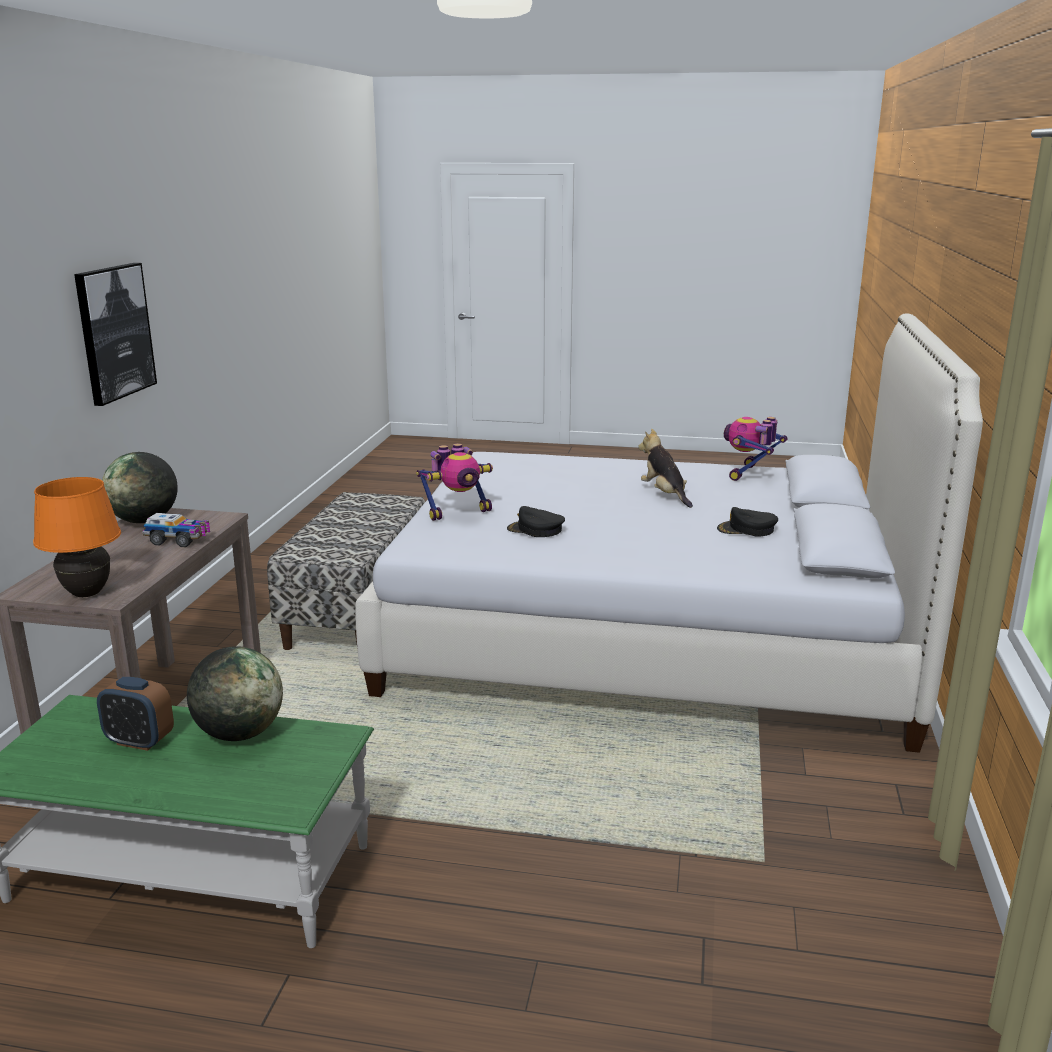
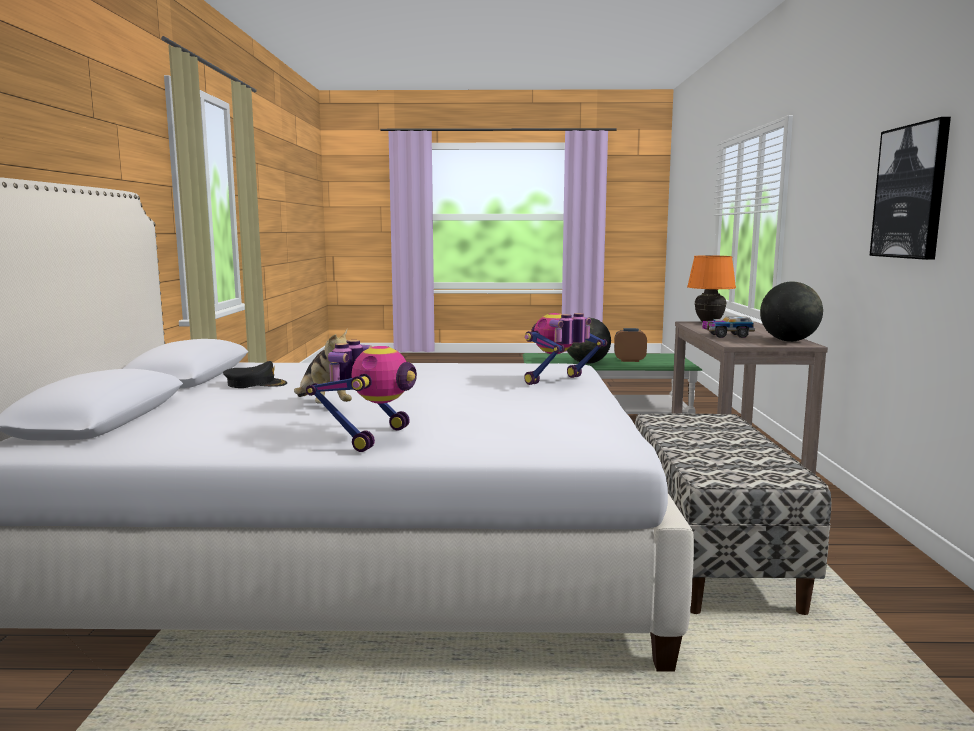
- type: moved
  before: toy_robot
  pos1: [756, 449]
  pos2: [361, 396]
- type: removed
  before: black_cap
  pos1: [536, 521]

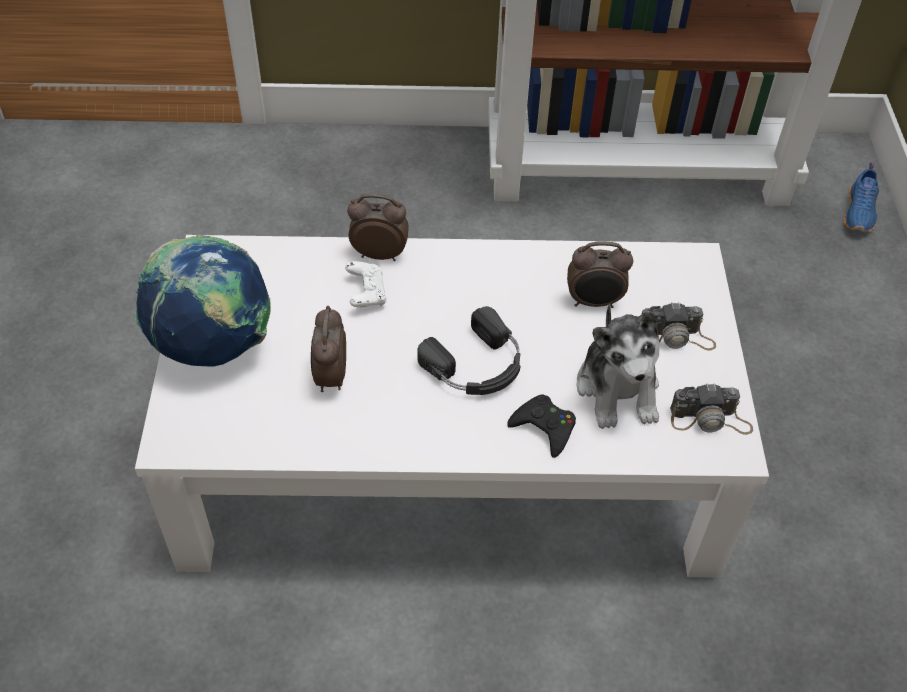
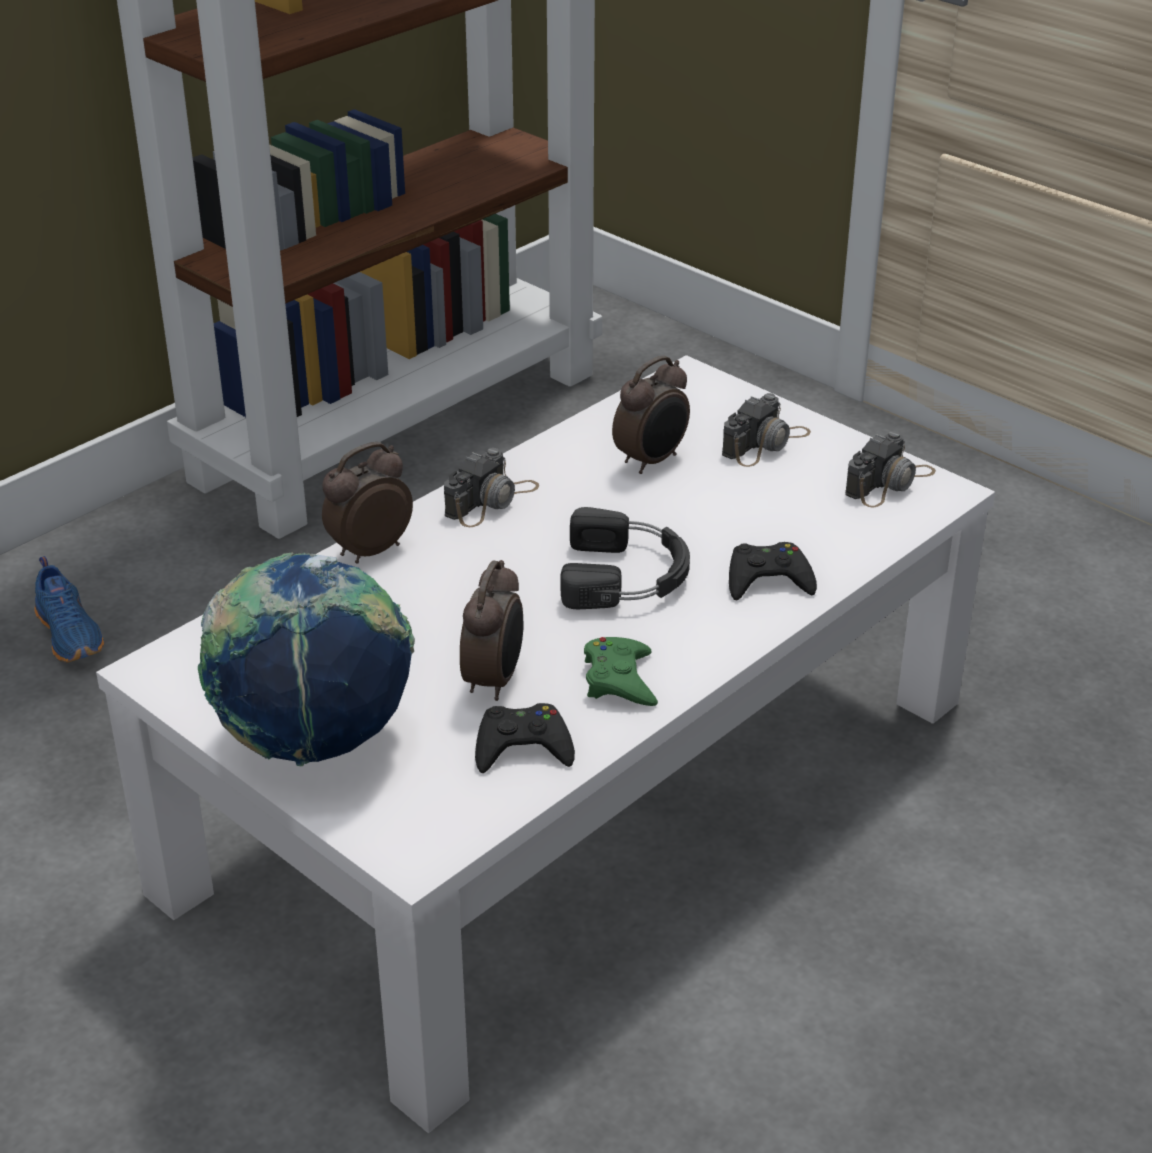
- type: moved
  before: blue_shoe
  pos1: [861, 197]
  pos2: [69, 609]
- type: removed
  before: white_game_controller
  pos1: [366, 284]
- type: removed
  before: plush_toy
  pos1: [618, 366]
- type: turned
  before: alarm_clock
  pos1: [328, 349]
  pos2: [491, 630]
  turn: -120
- type: added
  after: photo_camera
  pos2: [491, 487]
- type: added
  after: green_game_controller
  pos2: [621, 671]
- type: added
  after: black_game_controller
  pos2: [525, 738]

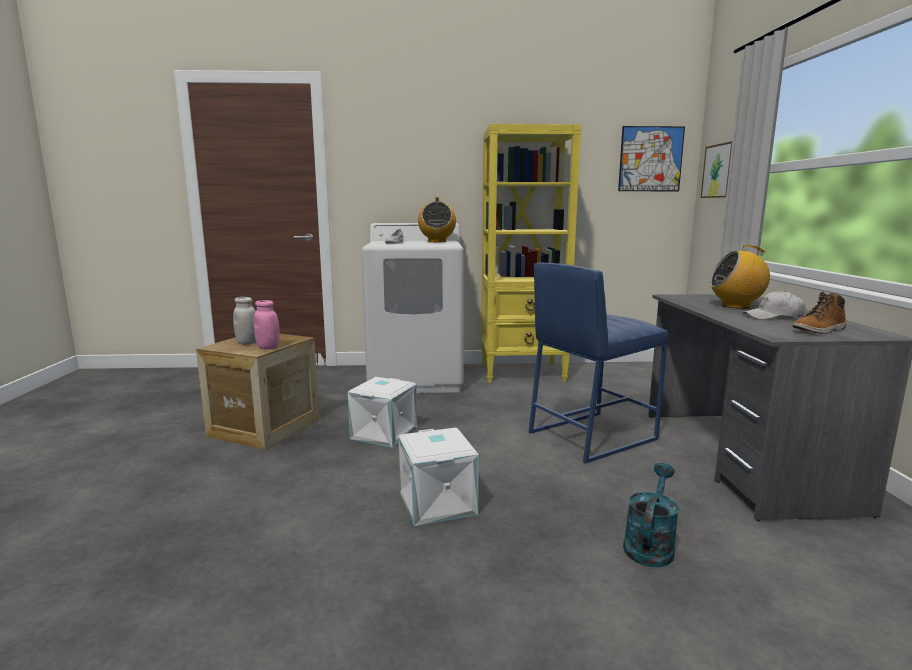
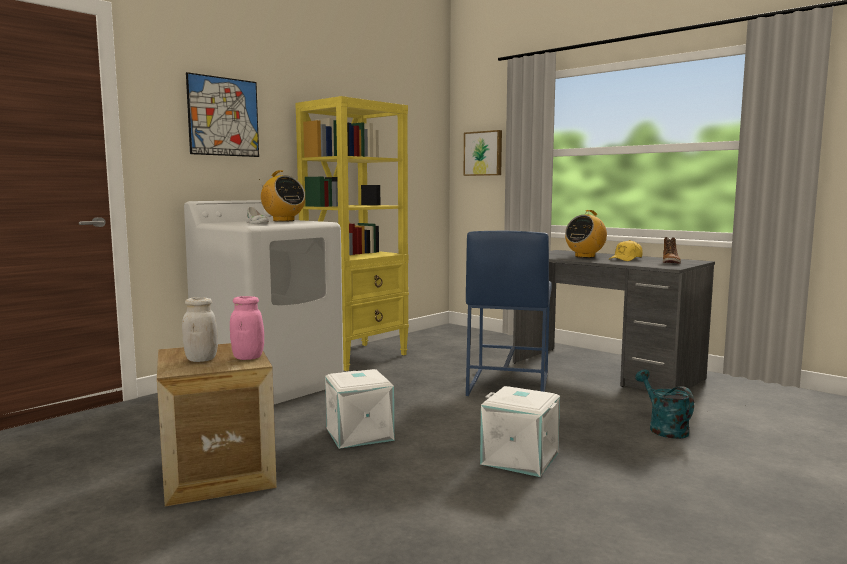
- type: moved
  before: picture
  pos1: [651, 158]
  pos2: [222, 114]
- type: recoloured
  before: white_cap
  after: yellow_cap
  pos1: [774, 304]
  pos2: [625, 250]

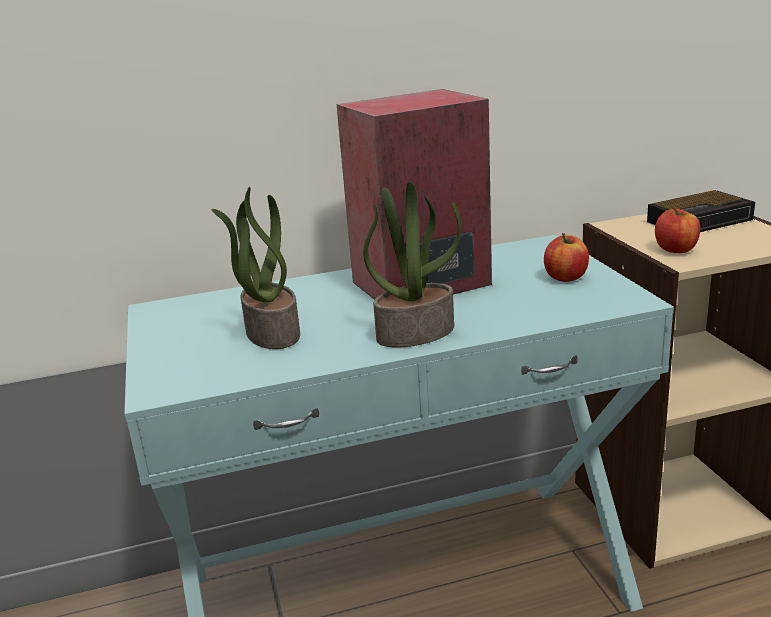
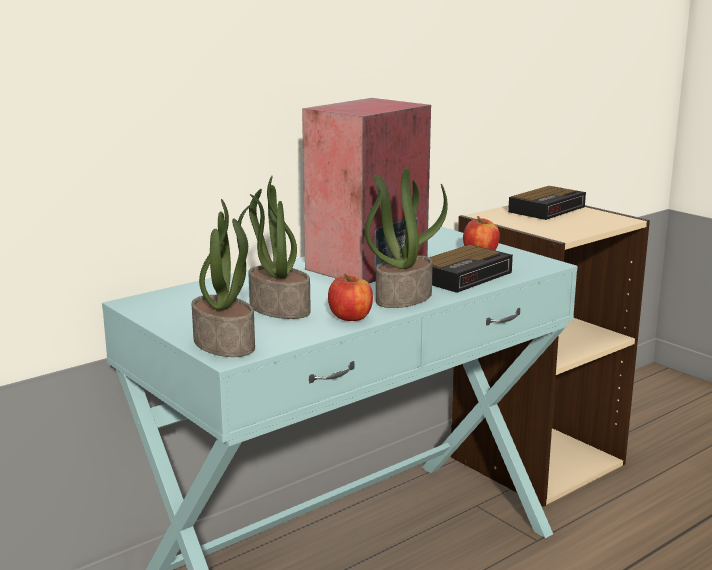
- type: moved
  before: apple
  pos1: [677, 230]
  pos2: [350, 297]
- type: added
  after: potted_plant
  pos2: [223, 278]
- type: added
  after: alarm_clock
  pos2: [471, 268]

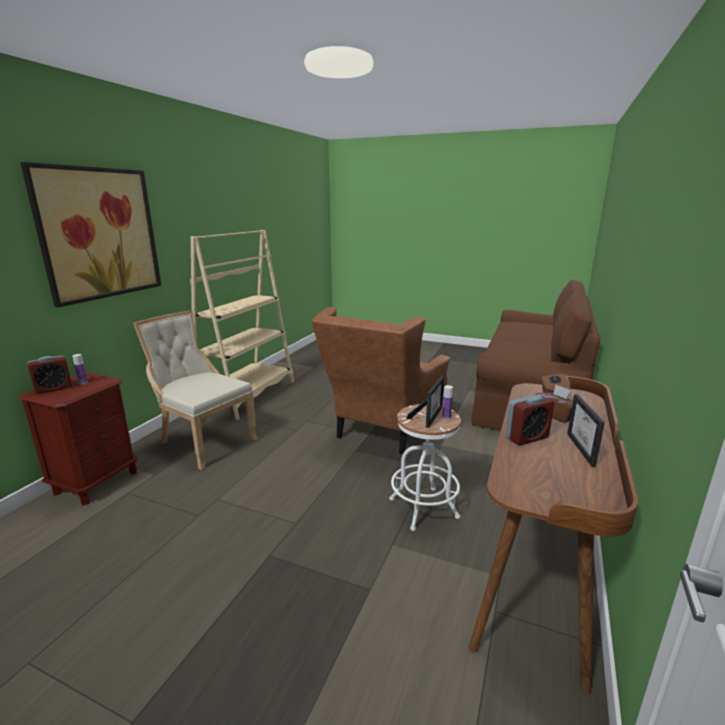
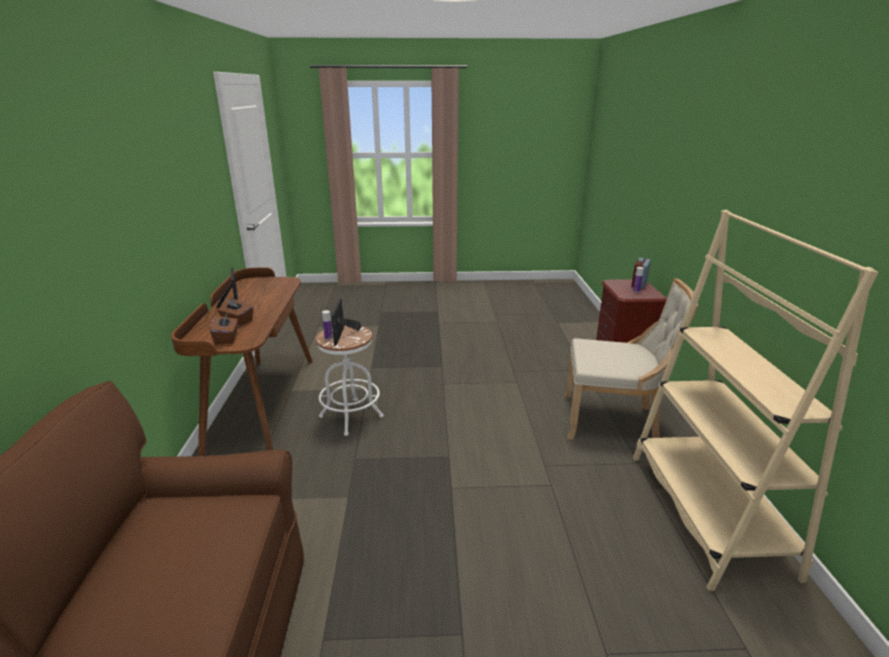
- type: removed
  before: picture
  pos1: [90, 234]
- type: removed
  before: brown_armchair
  pos1: [381, 380]
- type: removed
  before: alarm_clock
  pos1: [529, 420]

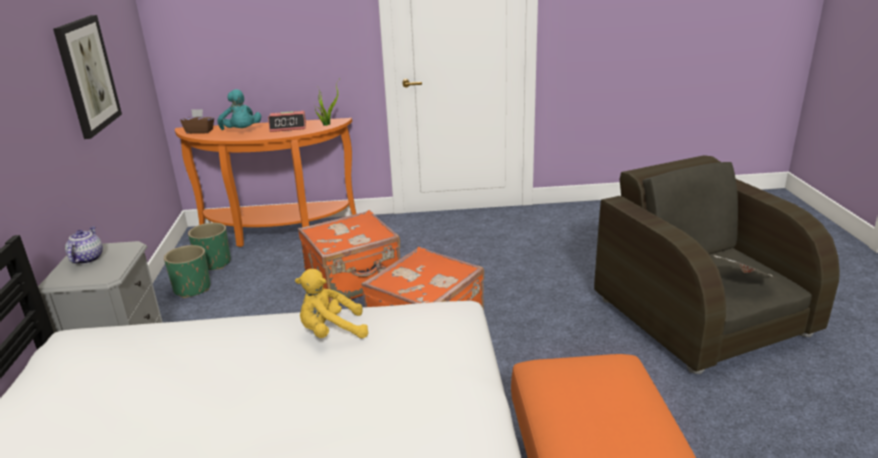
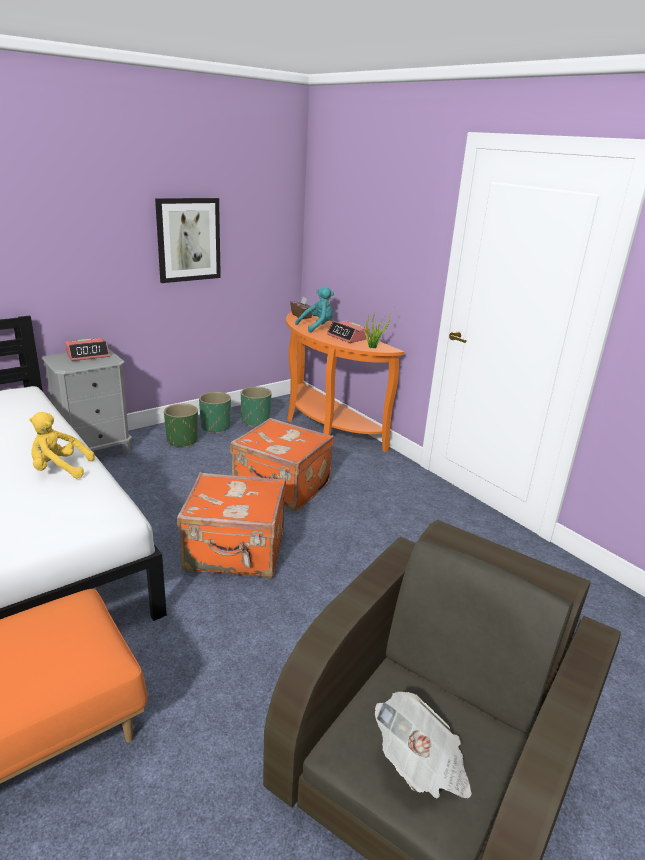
- type: turned
  before: turquoise_plush_toy
  pos1: [239, 109]
  pos2: [314, 309]
  turn: -150
- type: replaced
  before: teapot
  after: alarm_clock
  pos1: [84, 245]
  pos2: [87, 349]
- type: turned
  before: yellow_plush_toy
  pos1: [331, 303]
  pos2: [62, 445]
  turn: -45
- type: added
  after: green_planter
  pos2: [181, 426]

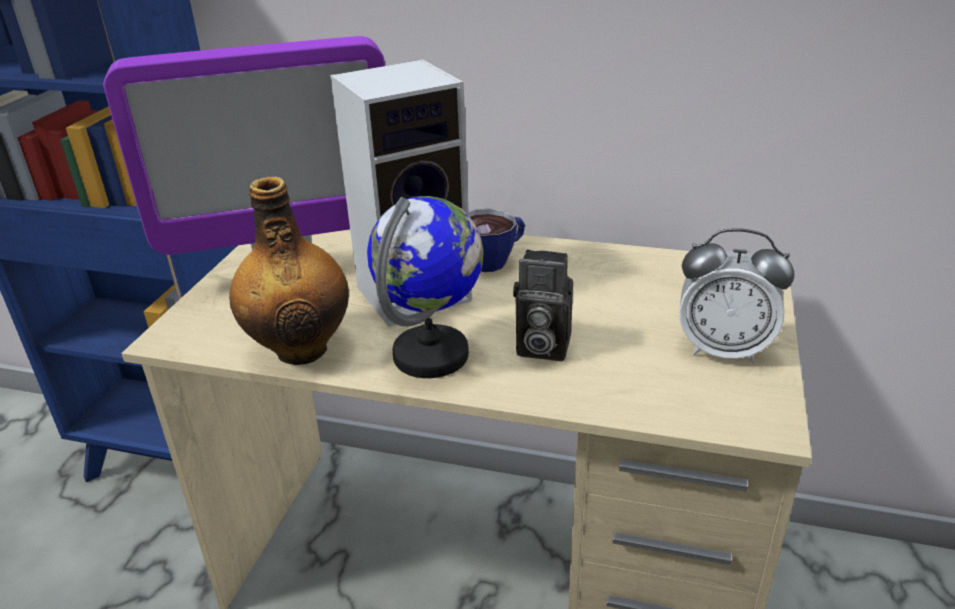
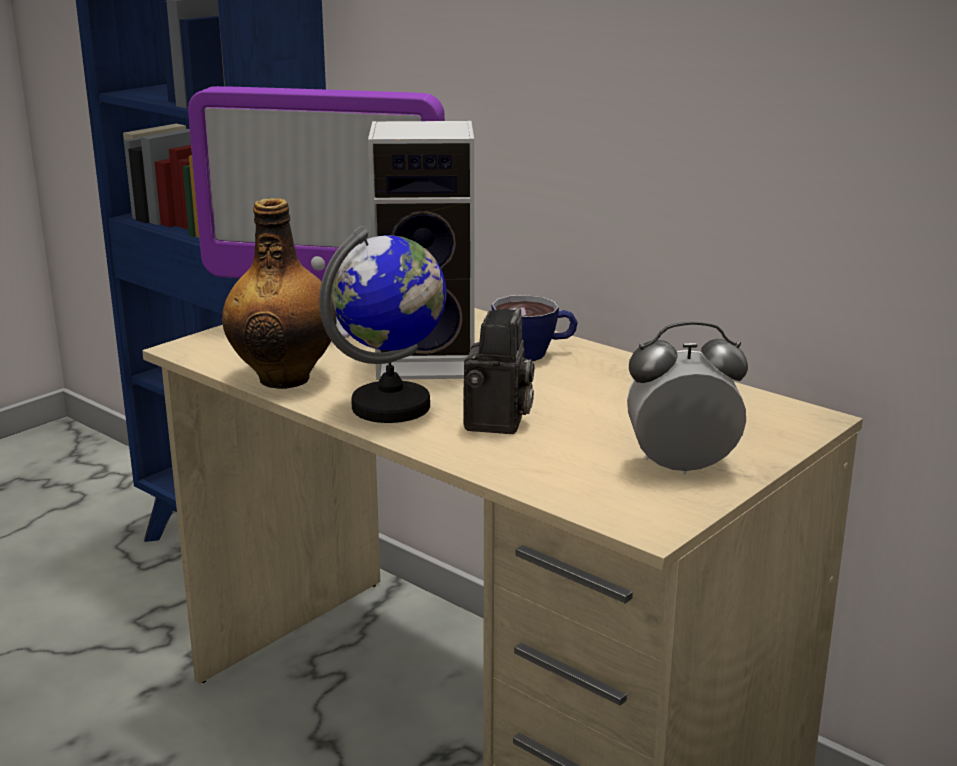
- type: turned
  before: alarm_clock
  pos1: [737, 296]
  pos2: [687, 397]
  turn: 135
- type: turned
  before: photo_camera
  pos1: [543, 305]
  pos2: [498, 371]
  turn: -120

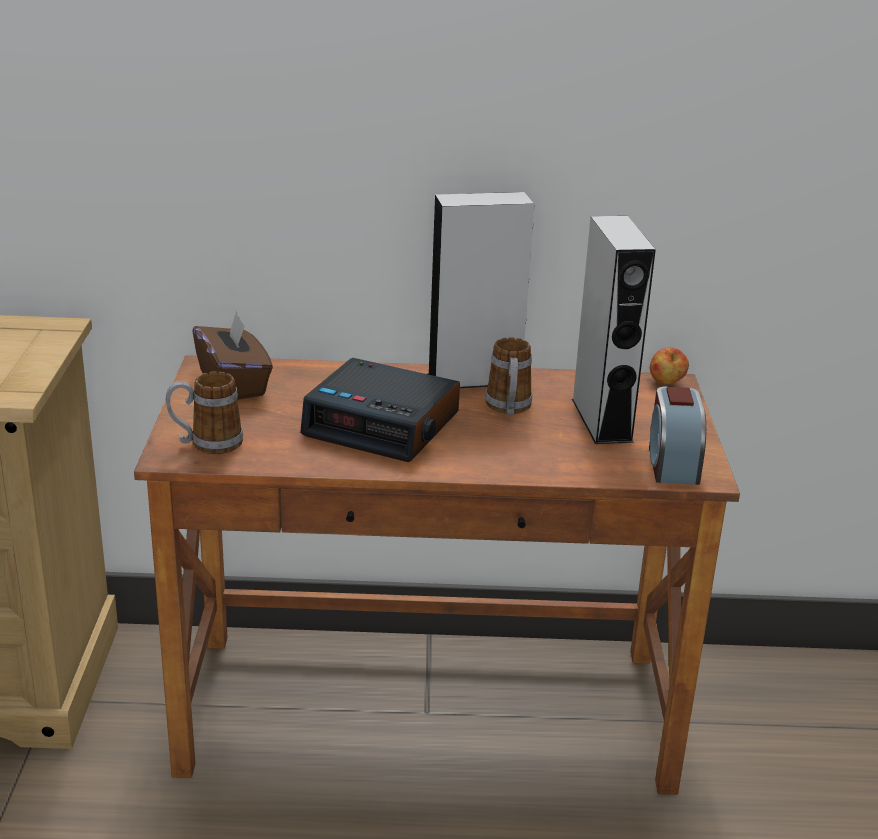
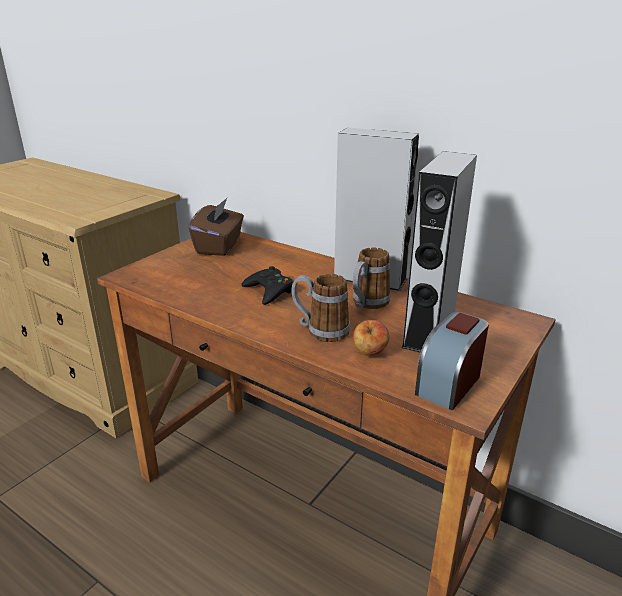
- type: moved
  before: apple
  pos1: [669, 365]
  pos2: [371, 337]
- type: replaced
  before: alarm_clock
  after: black_game_controller
  pos1: [380, 410]
  pos2: [267, 285]
- type: moved
  before: mug
  pos1: [204, 412]
  pos2: [320, 308]

